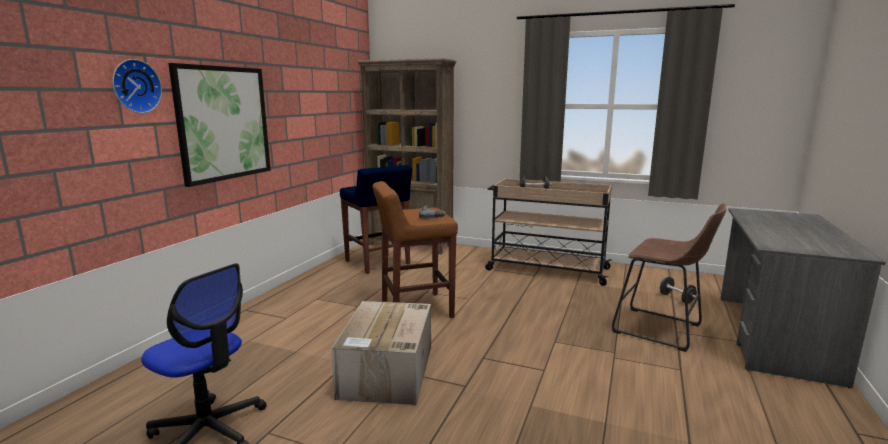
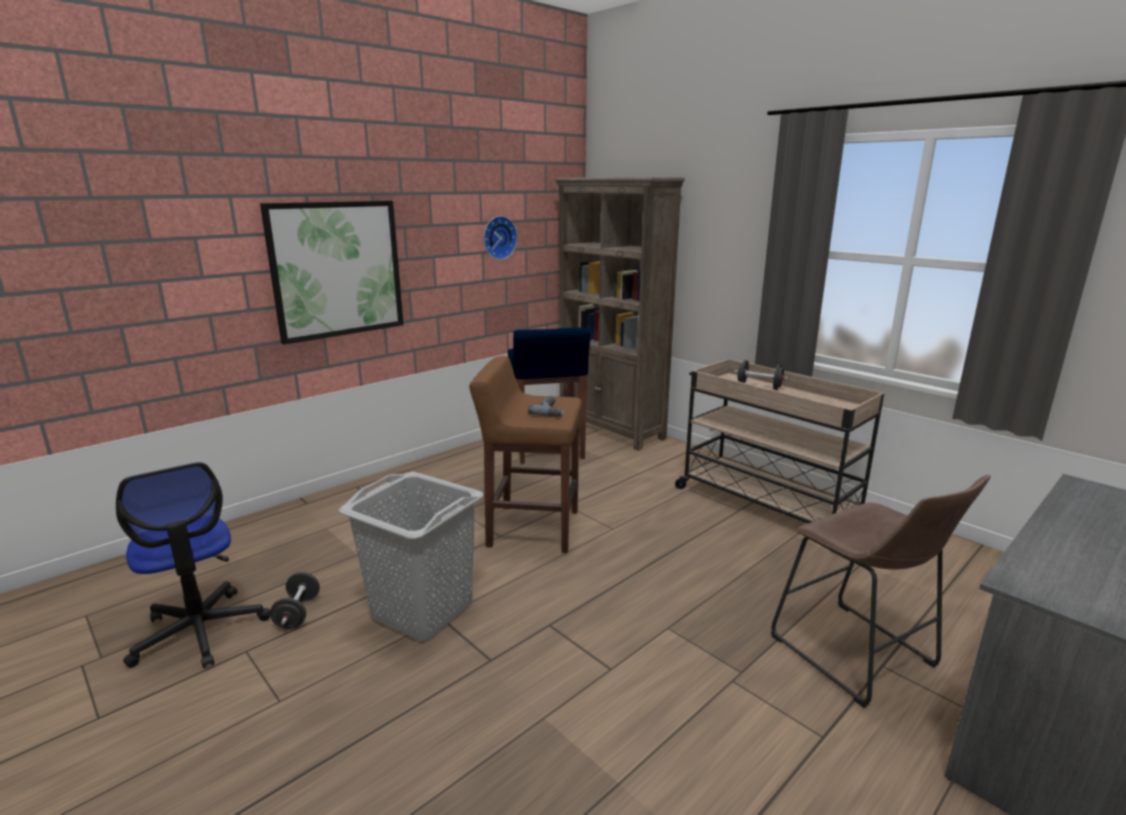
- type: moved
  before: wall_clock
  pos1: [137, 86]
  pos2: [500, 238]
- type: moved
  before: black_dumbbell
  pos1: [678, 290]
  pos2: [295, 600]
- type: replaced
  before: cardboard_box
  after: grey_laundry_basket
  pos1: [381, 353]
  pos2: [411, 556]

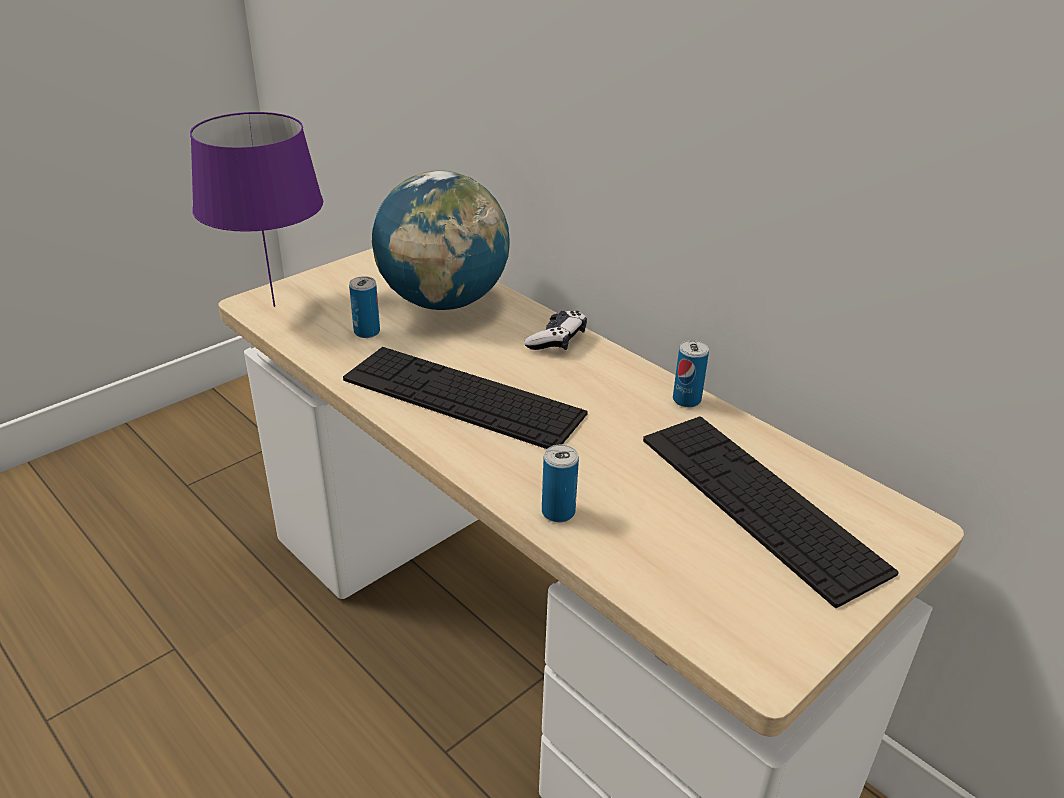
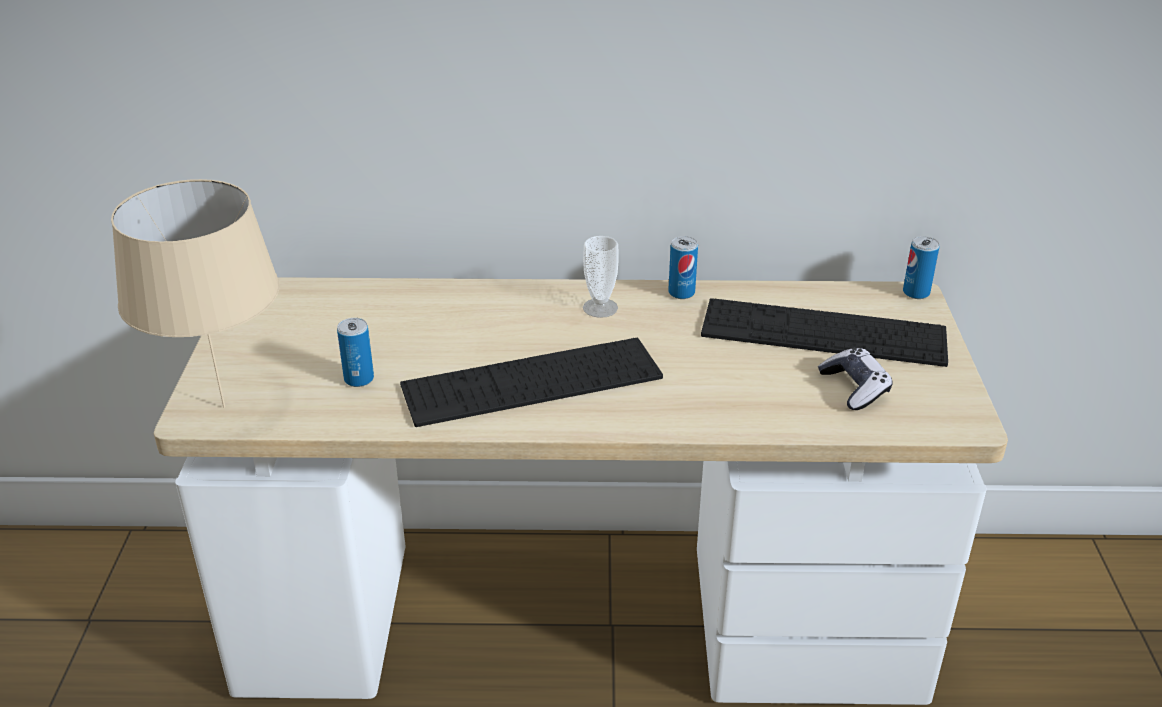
- type: recoloured
  before: purple_table_lamp
  after: beige_table_lamp
  pos1: [256, 209]
  pos2: [195, 293]
- type: removed
  before: globe
  pos1: [441, 240]
- type: moved
  before: game_controller
  pos1: [555, 330]
  pos2: [855, 378]
- type: moved
  before: can
  pos1: [560, 483]
  pos2: [921, 267]
- type: added
  after: cup
  pos2: [601, 277]

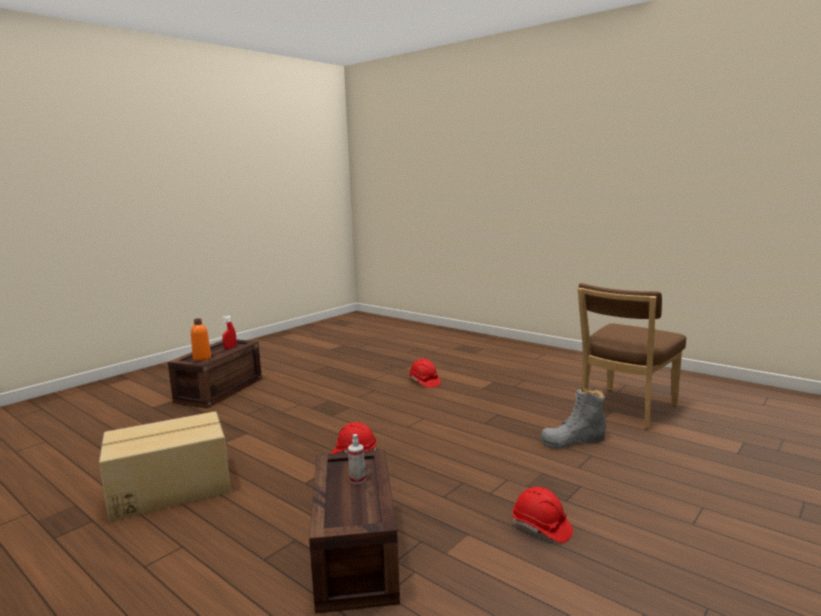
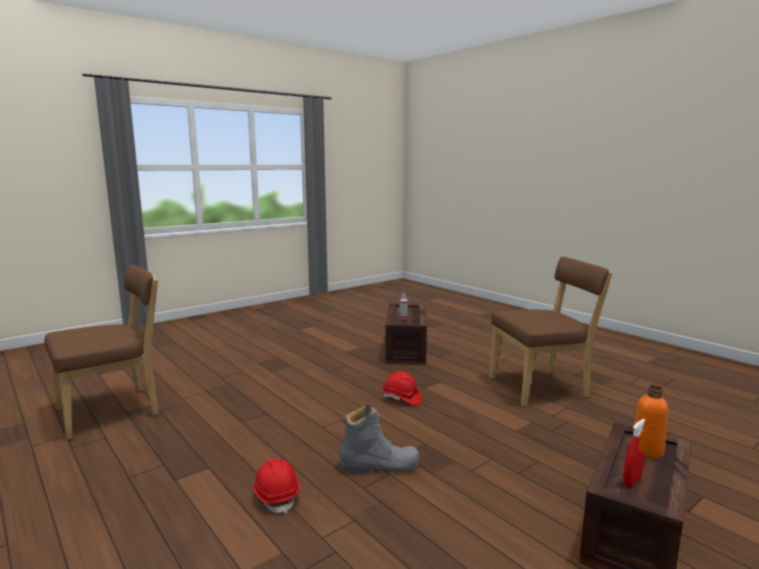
- type: moved
  before: grey_boot
  pos1: [573, 418]
  pos2: [380, 439]
- type: replaced
  before: cardboard_box
  after: brown_chair
  pos1: [165, 466]
  pos2: [551, 331]
- type: removed
  before: red_hard_hat
  pos1: [542, 515]

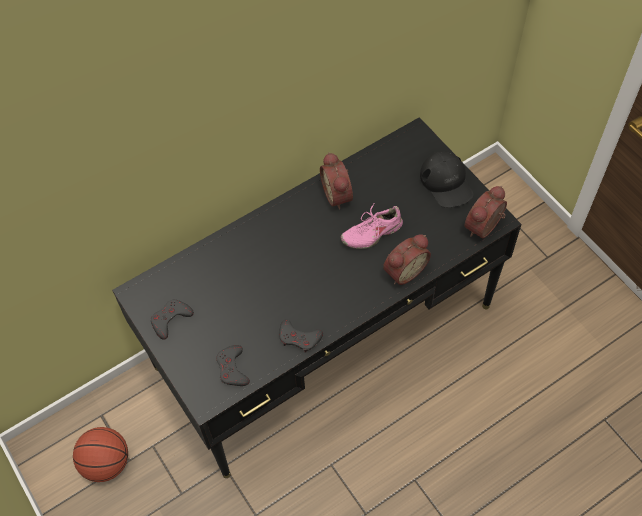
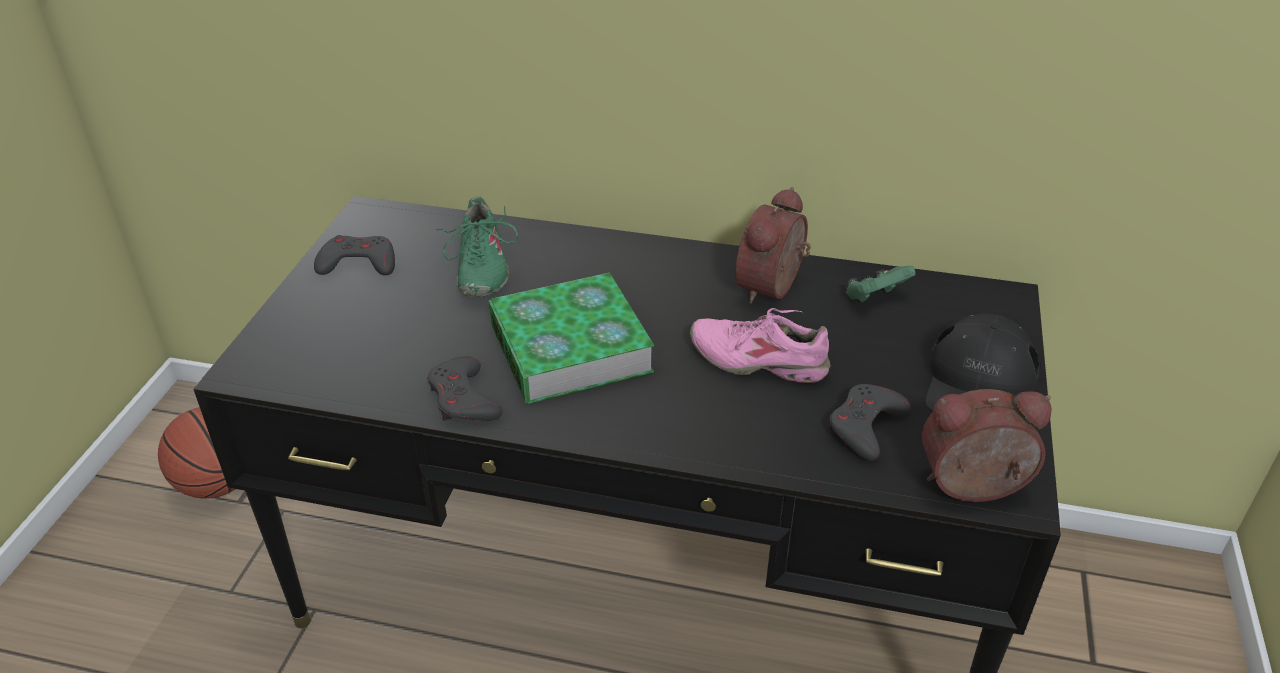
- type: removed
  before: alarm_clock
  pos1: [407, 259]
- type: moved
  before: grey_game_controller
  pos1: [233, 365]
  pos2: [870, 422]
- type: added
  after: green_shoe
  pos2: [477, 246]
- type: added
  after: green_game_controller
  pos2: [881, 284]
- type: added
  after: book
  pos2: [571, 338]

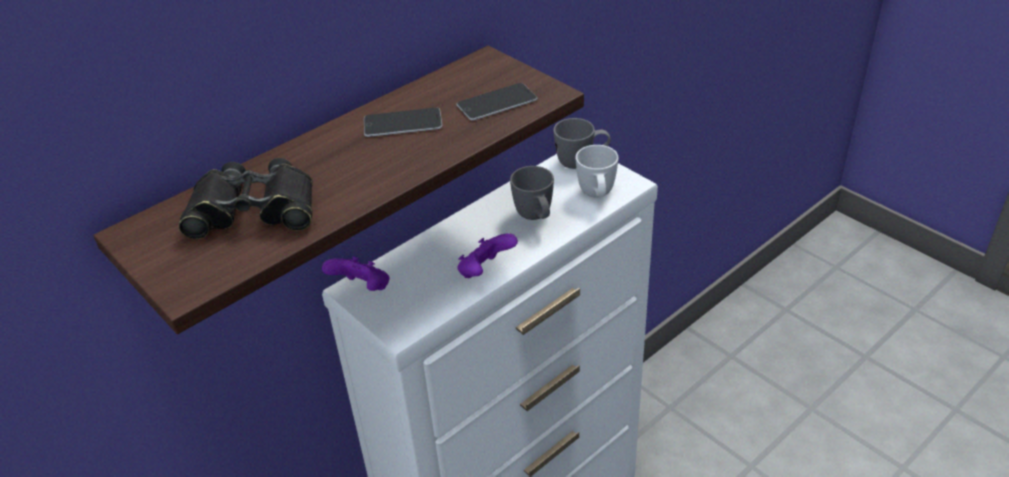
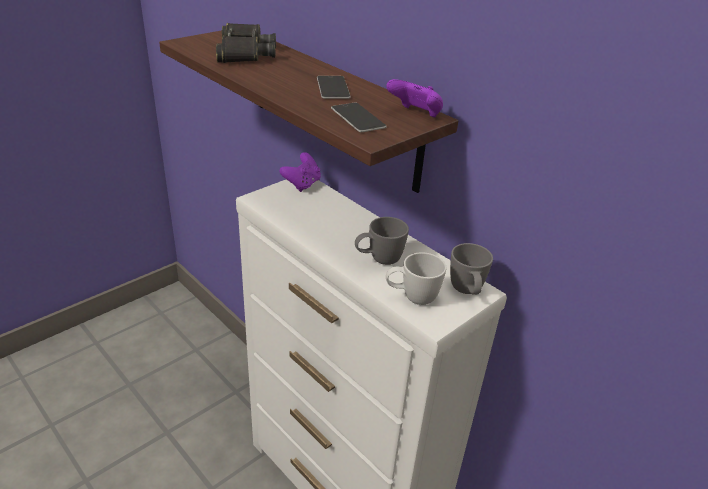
- type: moved
  before: purple_game_controller
  pos1: [487, 255]
  pos2: [414, 98]

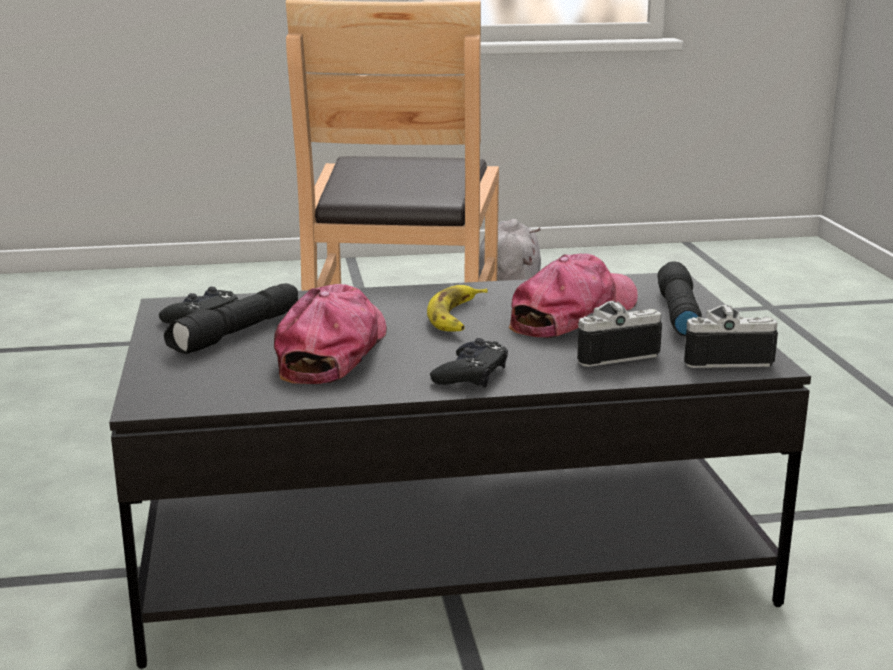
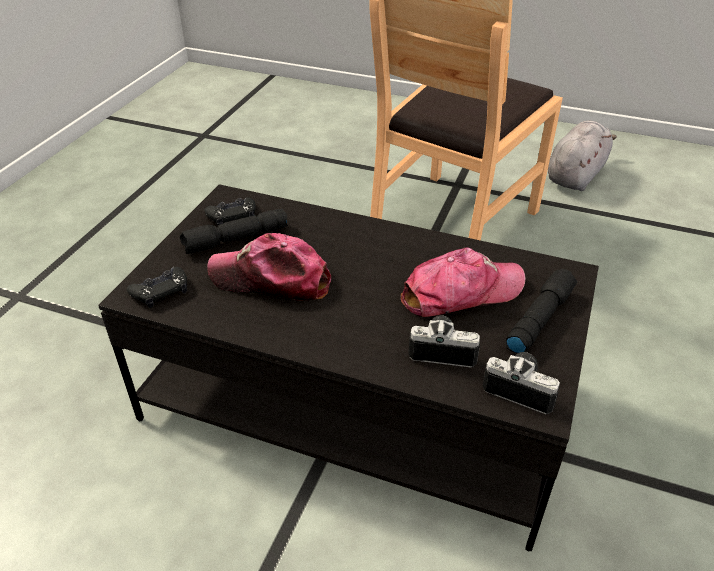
- type: turned
  before: cap
  pos1: [330, 334]
  pos2: [269, 267]
  turn: -120
- type: removed
  before: banana
  pos1: [457, 308]
- type: moved
  before: black_game_controller
  pos1: [469, 363]
  pos2: [157, 287]

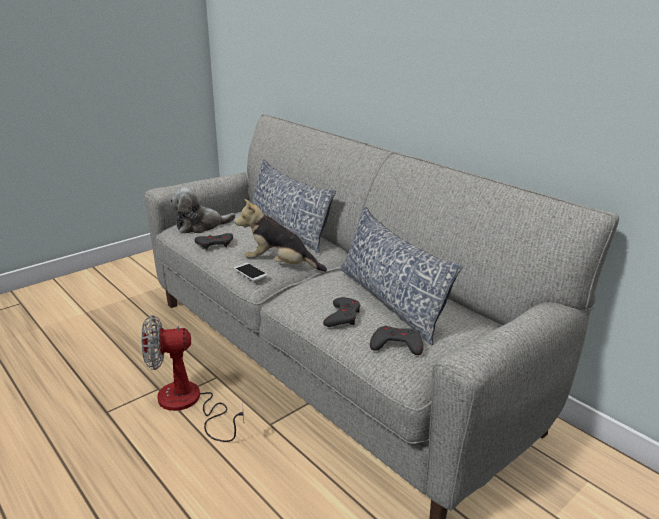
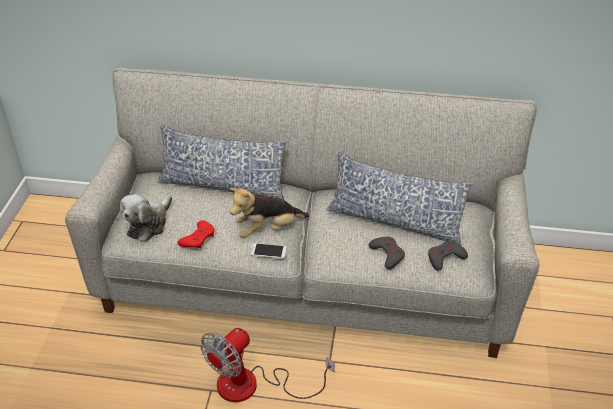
- type: recoloured
  before: grey_game_controller
  after: red_game_controller
  pos1: [214, 241]
  pos2: [196, 234]

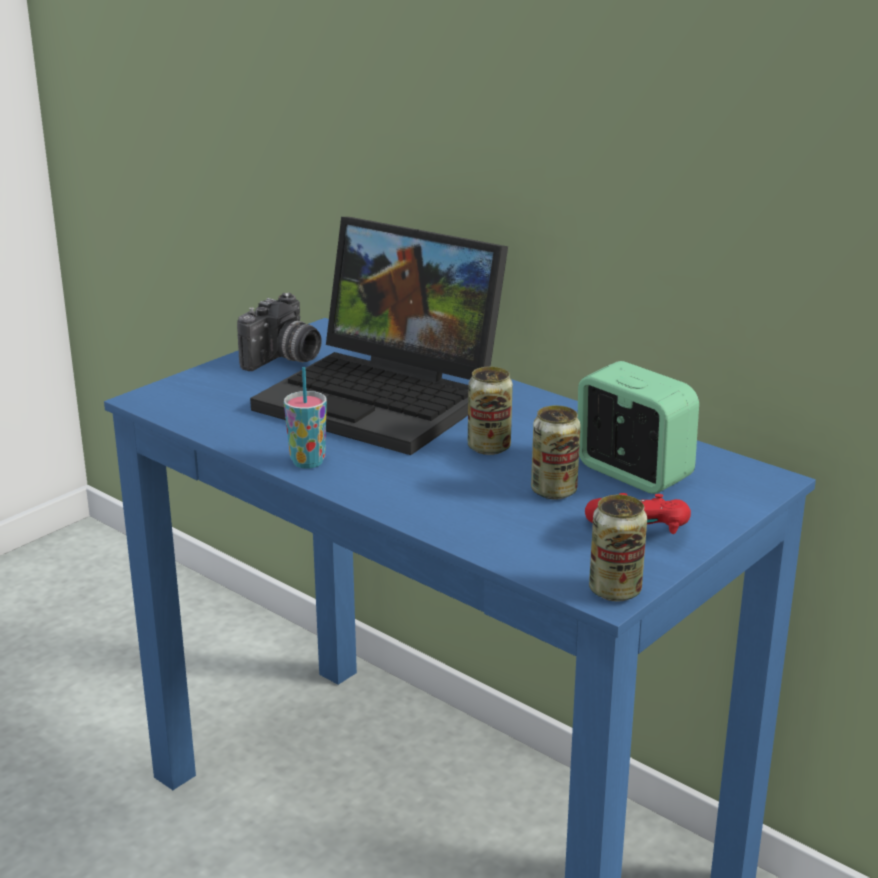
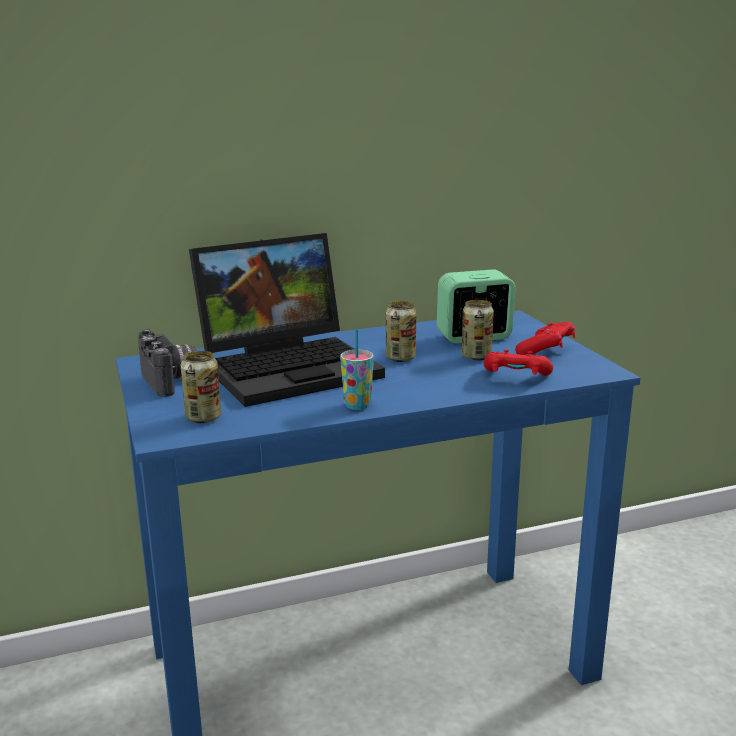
- type: moved
  before: can
  pos1: [618, 548]
  pos2: [201, 387]
- type: added
  after: red_game_controller
  pos2: [518, 363]

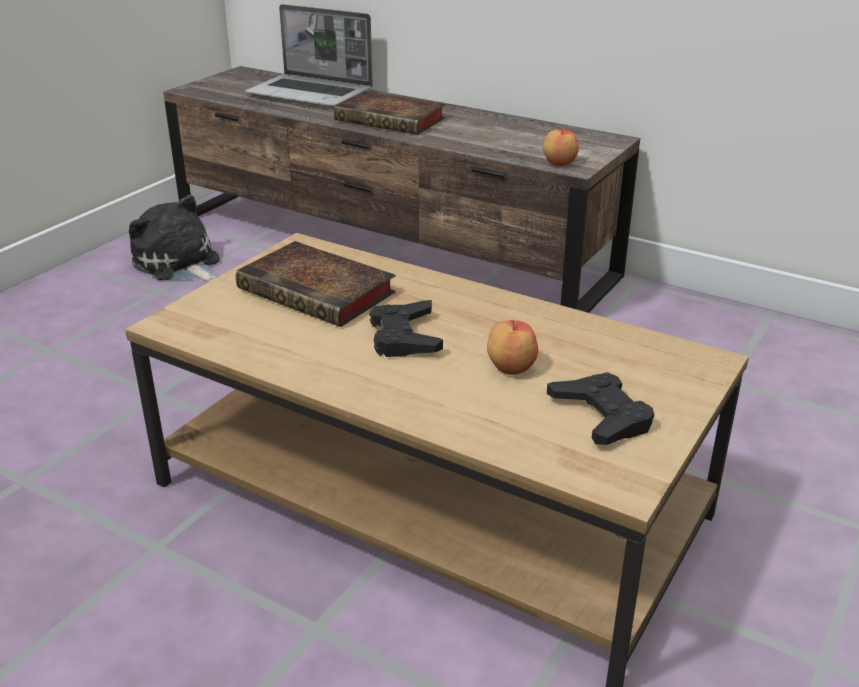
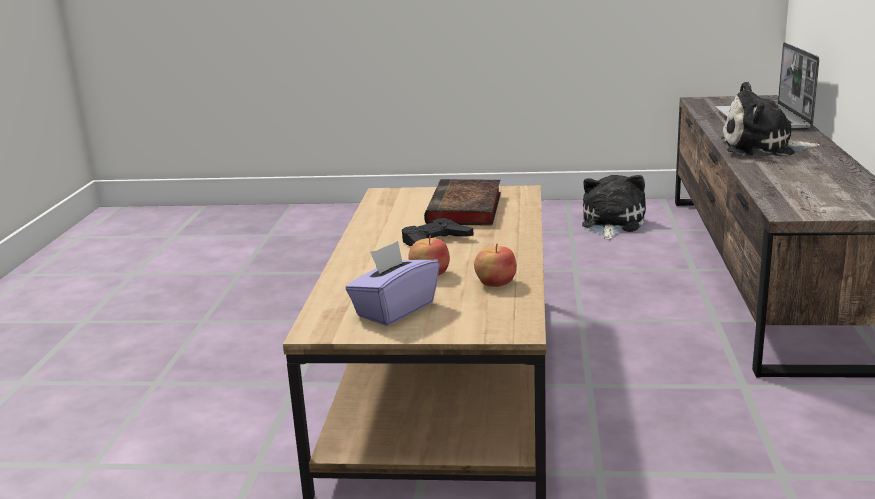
- type: replaced
  before: book
  after: plush_toy
  pos1: [390, 113]
  pos2: [770, 118]
- type: moved
  before: apple
  pos1: [561, 146]
  pos2: [495, 265]
- type: replaced
  before: black_game_controller
  after: purple_tissue_box
  pos1: [600, 408]
  pos2: [392, 283]

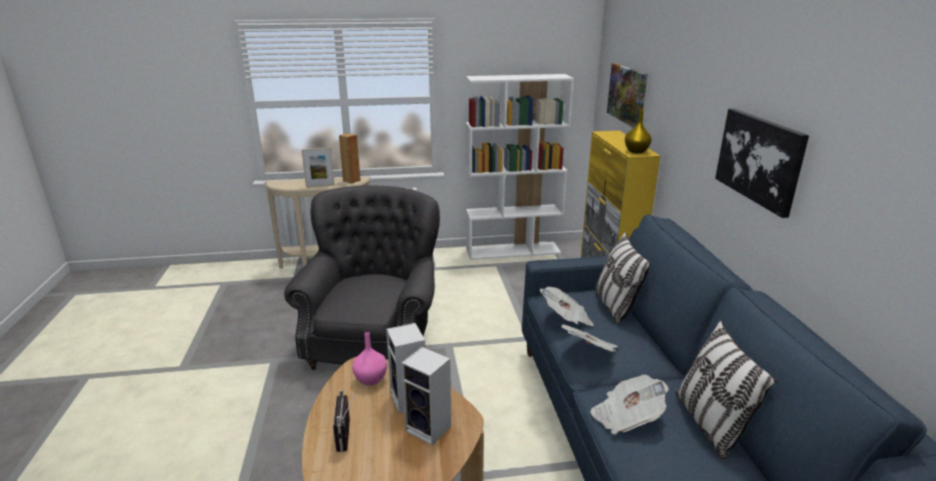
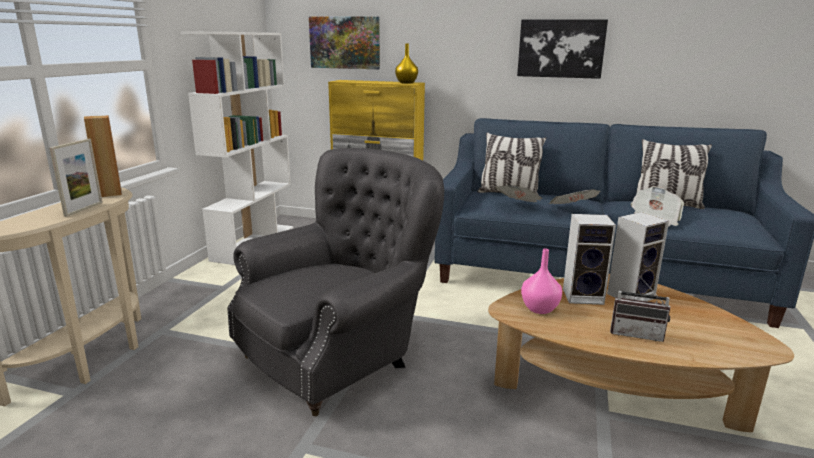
- type: turned
  before: grey_armchair
  pos1: [362, 277]
  pos2: [335, 282]
  turn: 105

